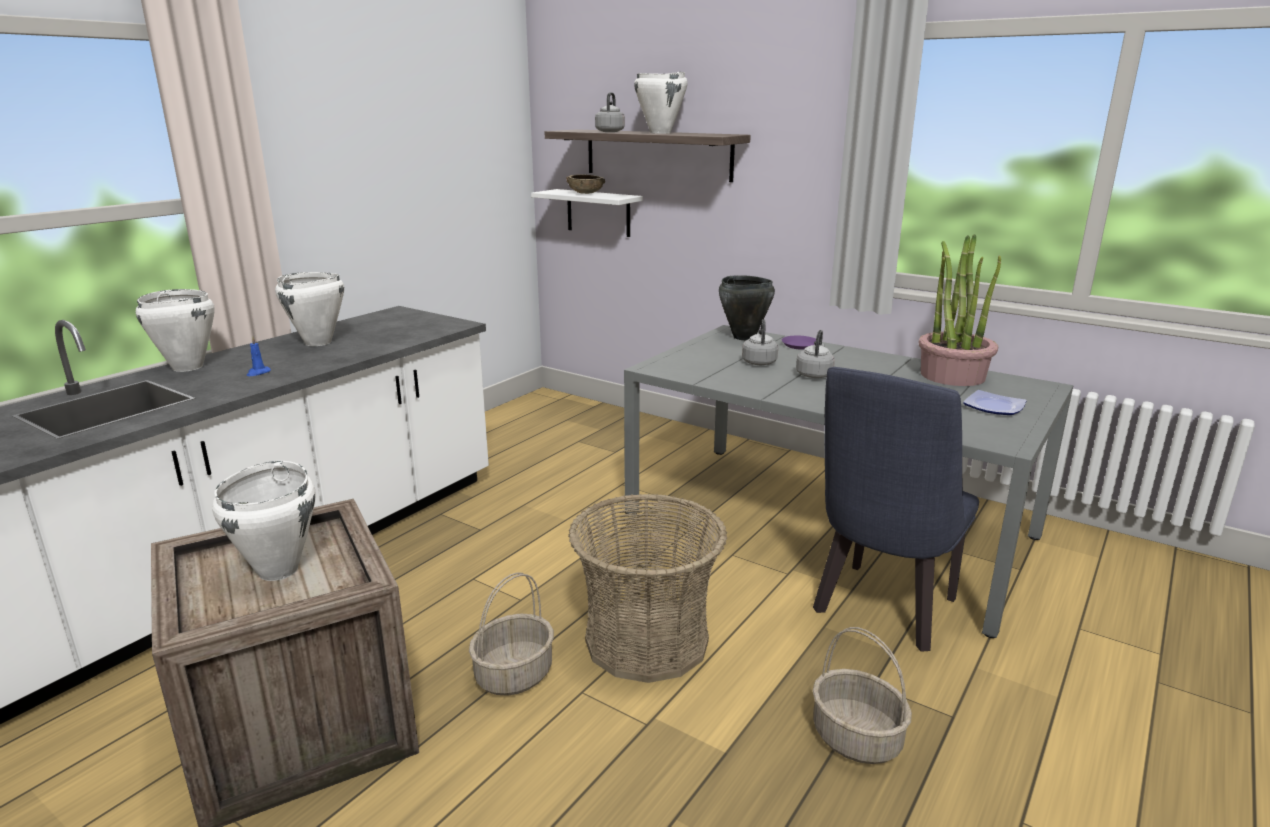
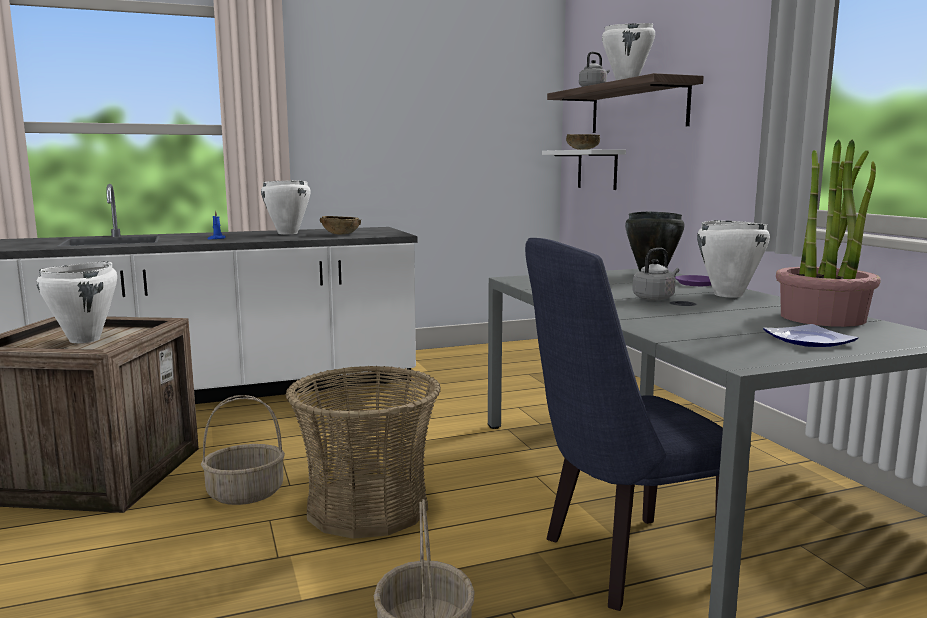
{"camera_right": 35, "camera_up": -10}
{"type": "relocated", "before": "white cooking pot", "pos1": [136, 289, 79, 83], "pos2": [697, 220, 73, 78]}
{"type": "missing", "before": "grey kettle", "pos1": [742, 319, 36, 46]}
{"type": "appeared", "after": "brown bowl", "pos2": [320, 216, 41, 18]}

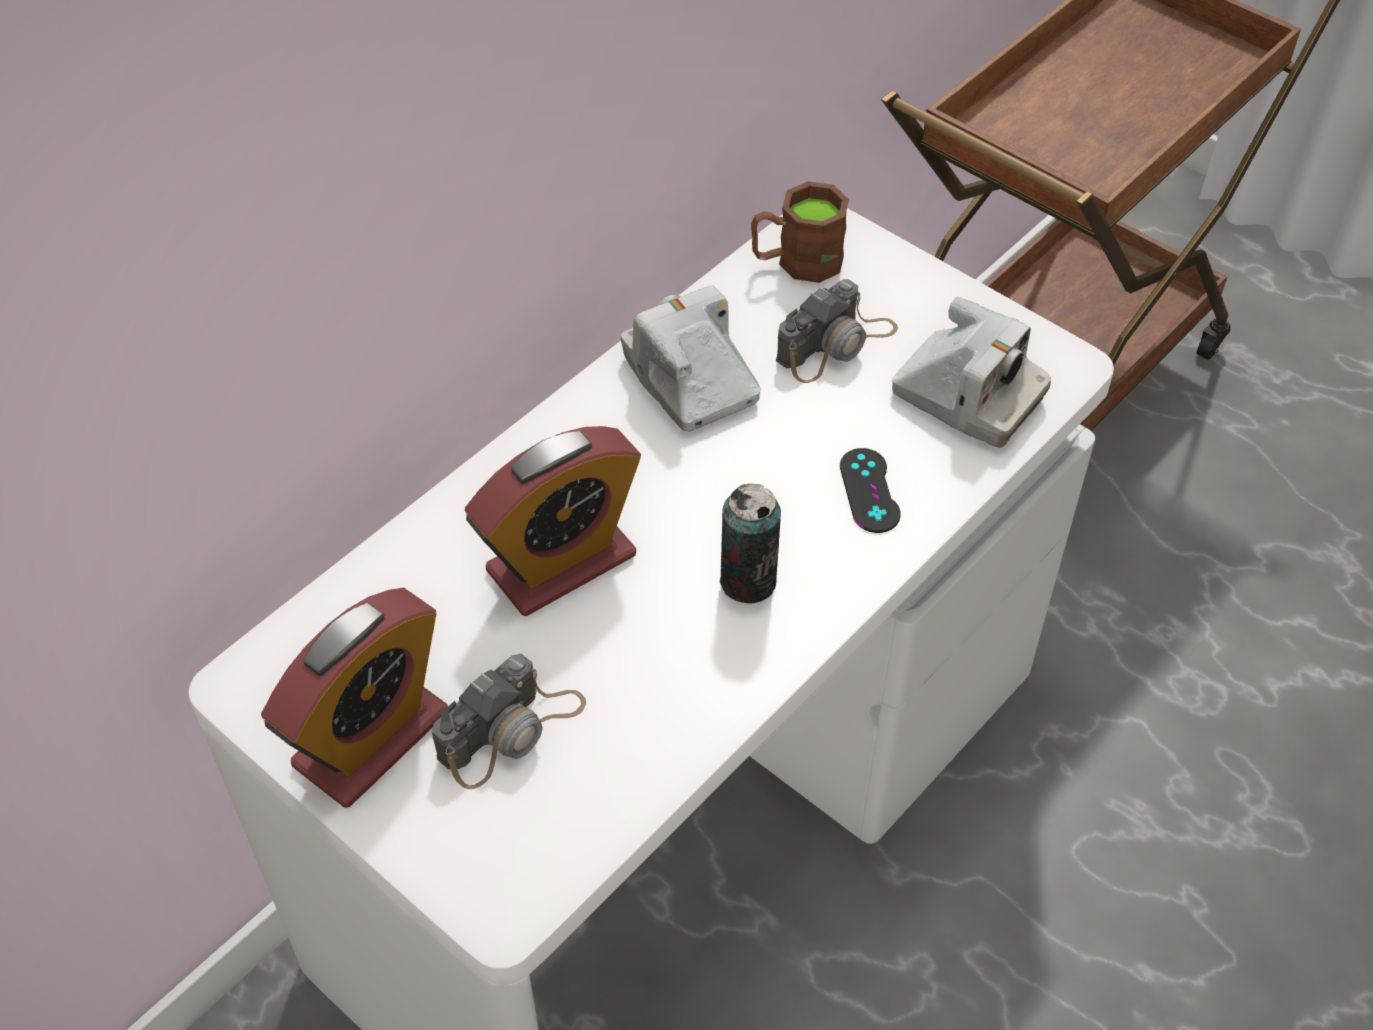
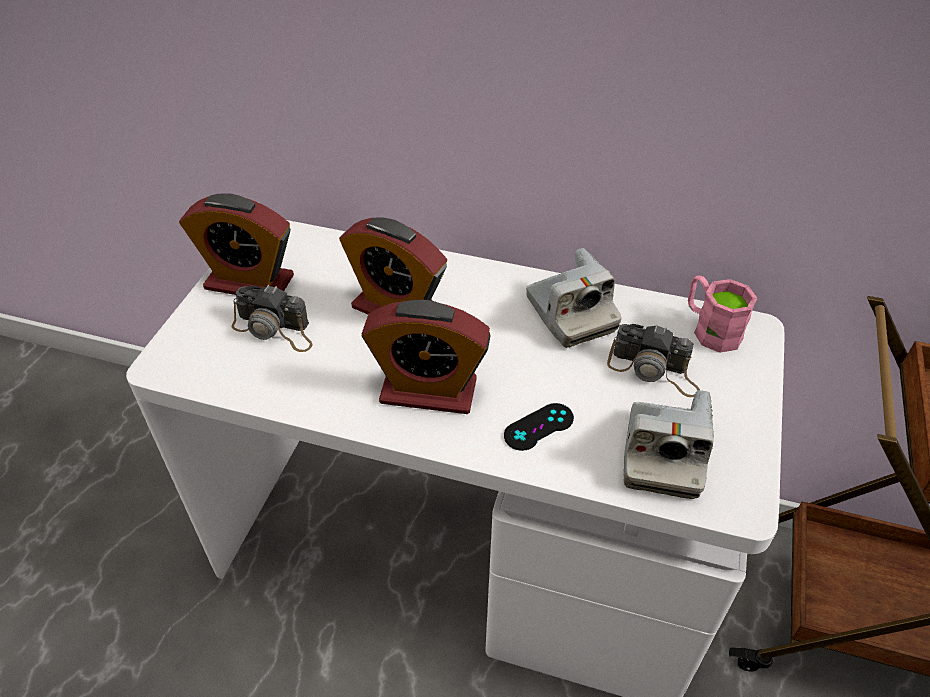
{"camera_right": 65, "camera_up": -5}
{"type": "spun", "before": "photo camera", "pos1": [621, 286, 140, 146], "pos2": [526, 248, 95, 100], "turn": 120}
{"type": "exchanged", "before": "can", "after": "alarm clock", "pos1": [720, 483, 61, 120], "pos2": [361, 300, 130, 114]}
{"type": "colour", "before": "brown mug", "after": "pink mug", "pos1": [751, 181, 98, 102], "pos2": [688, 275, 70, 78]}

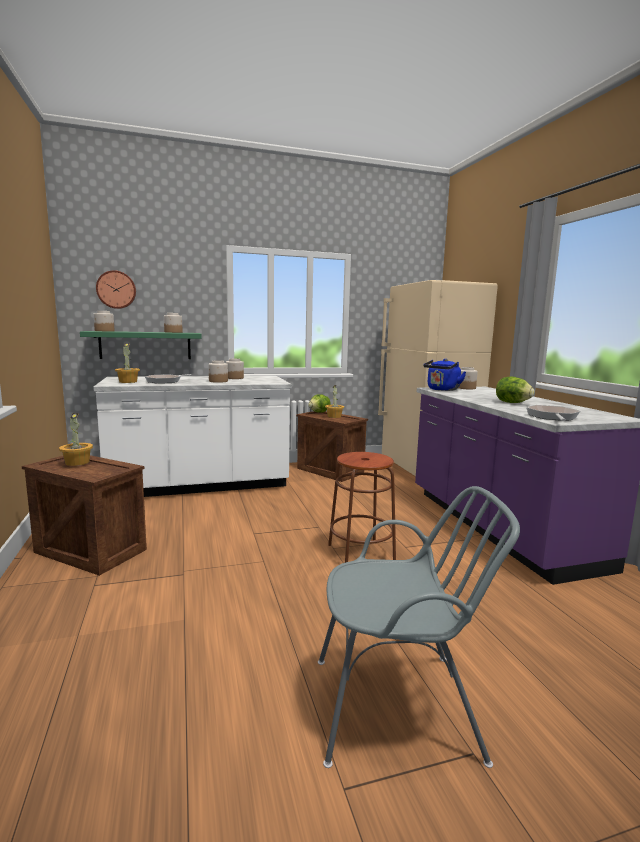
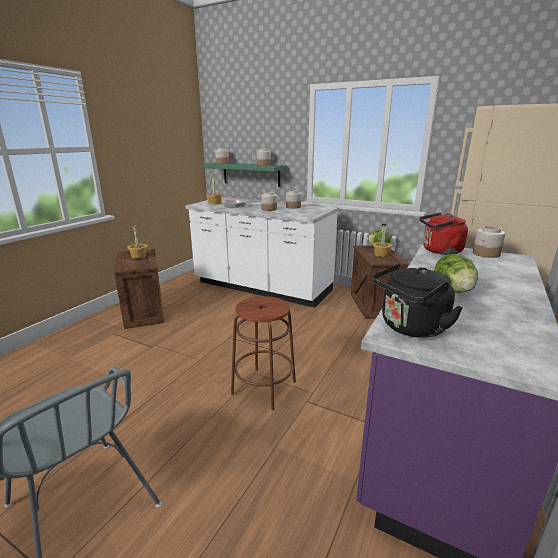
{"camera_right": 45, "camera_up": 10}
{"type": "missing", "before": "wall clock", "pos1": [96, 270, 40, 39]}
{"type": "colour", "before": "blue kettle", "after": "red kettle", "pos1": [423, 359, 43, 32], "pos2": [419, 213, 49, 42]}
{"type": "exchanged", "before": "frying pan", "after": "black kettle", "pos1": [526, 405, 54, 16], "pos2": [373, 264, 90, 74]}

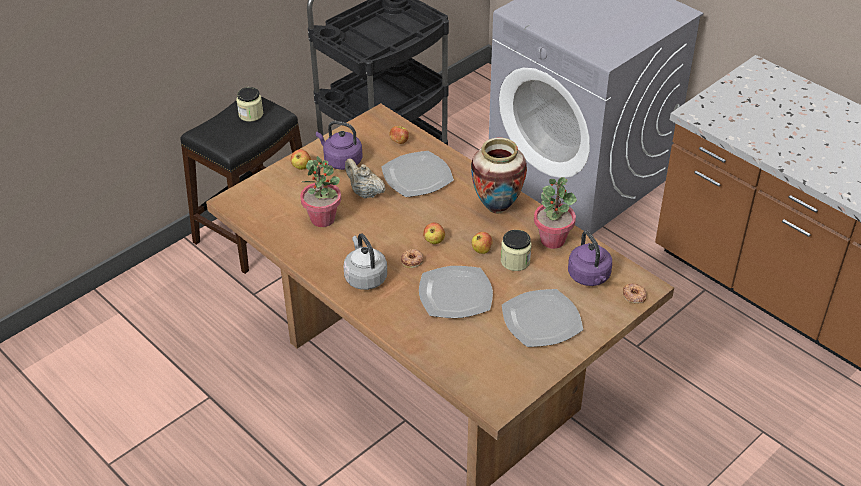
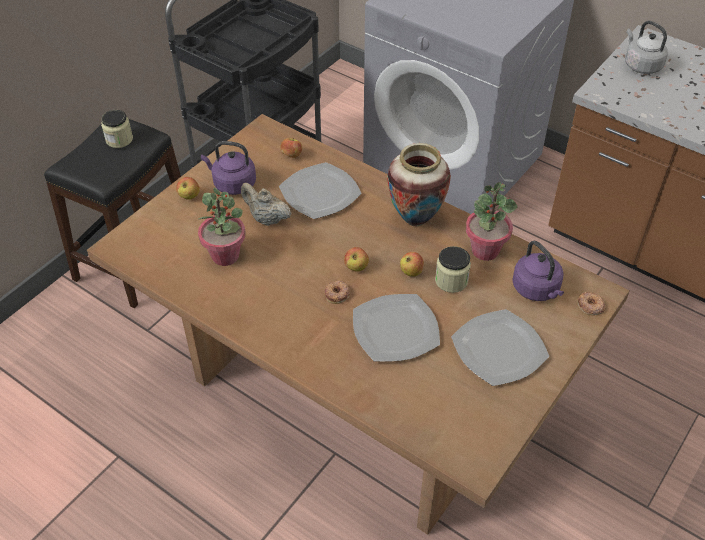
{"camera_right": -10, "camera_up": 5}
{"type": "relocated", "before": "grey kettle", "pos1": [343, 234, 44, 56], "pos2": [625, 21, 43, 53]}

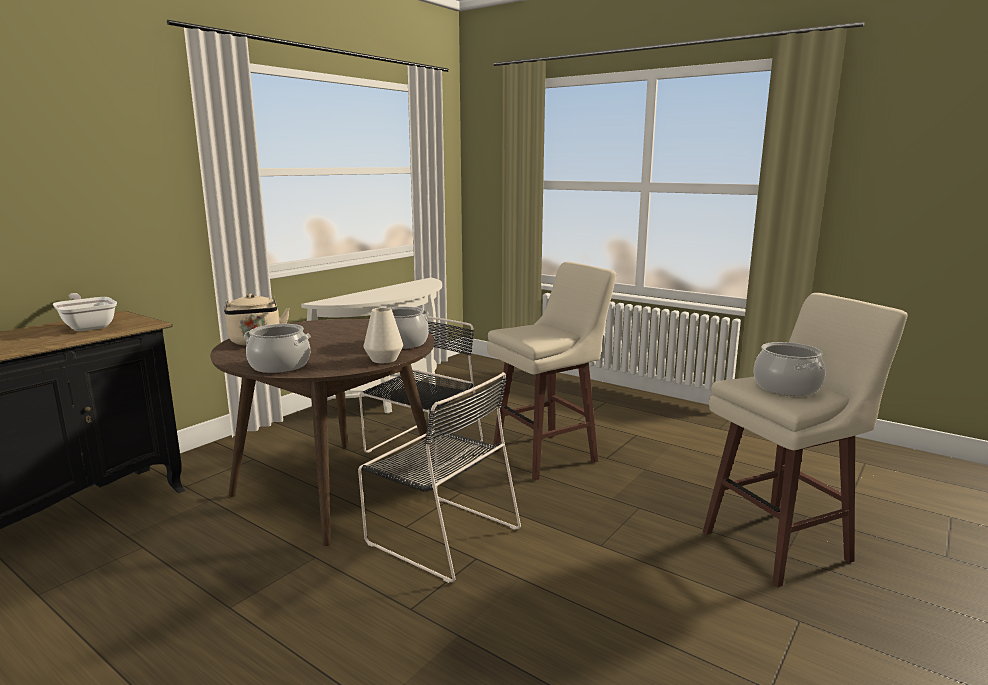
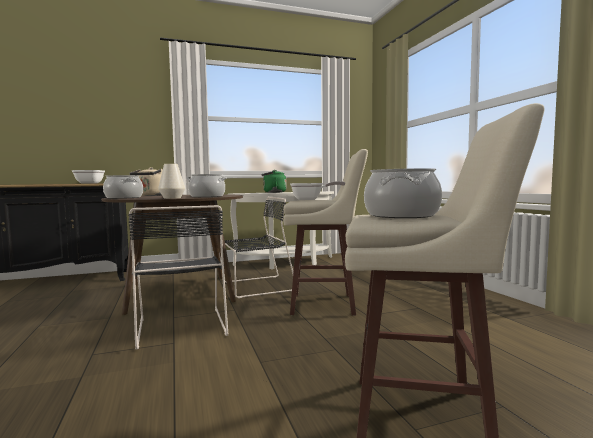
{"camera_right": 35, "camera_up": -10}
{"type": "appeared", "after": "green kettle", "pos2": [261, 170, 26, 23]}
{"type": "appeared", "after": "frying pan", "pos2": [290, 181, 55, 19]}

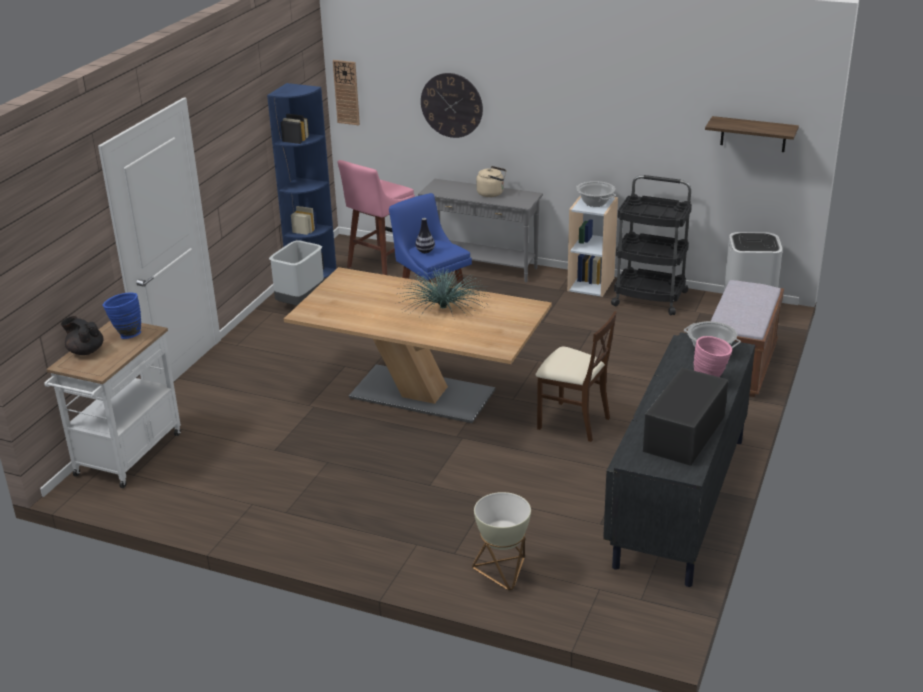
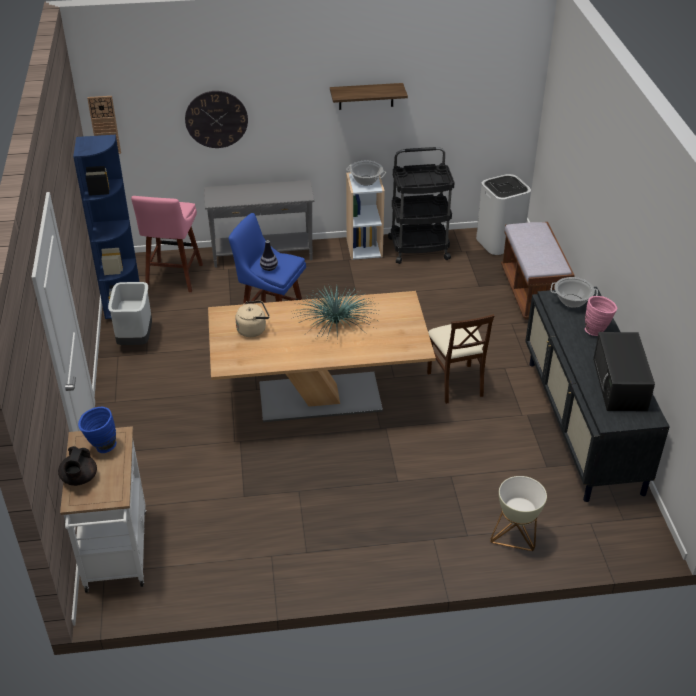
{"camera_right": -30, "camera_up": 10}
{"type": "spun", "before": "black teapot", "pos1": [61, 316, 42, 39], "pos2": [58, 446, 39, 40], "turn": -90}
{"type": "relocated", "before": "beige kettle", "pos1": [476, 166, 31, 31], "pos2": [235, 301, 35, 36]}
{"type": "spun", "before": "beige chair", "pos1": [536, 311, 81, 131], "pos2": [427, 314, 67, 90], "turn": 75}
{"type": "relocated", "before": "shelf", "pos1": [705, 116, 94, 36], "pos2": [330, 83, 78, 27]}

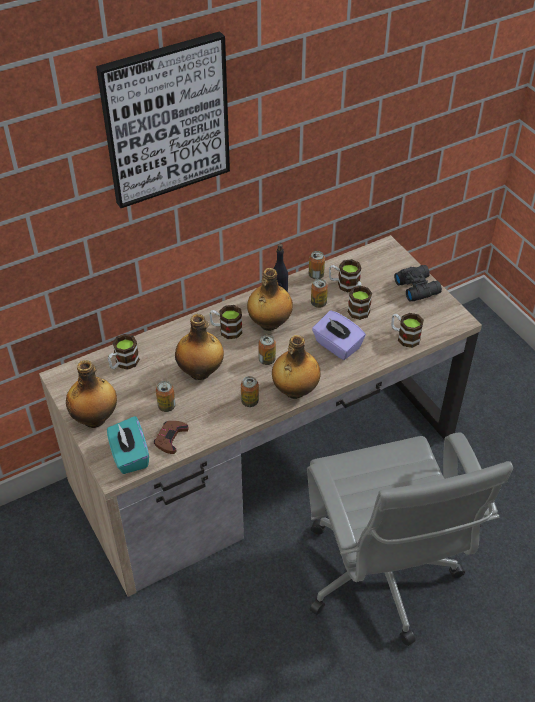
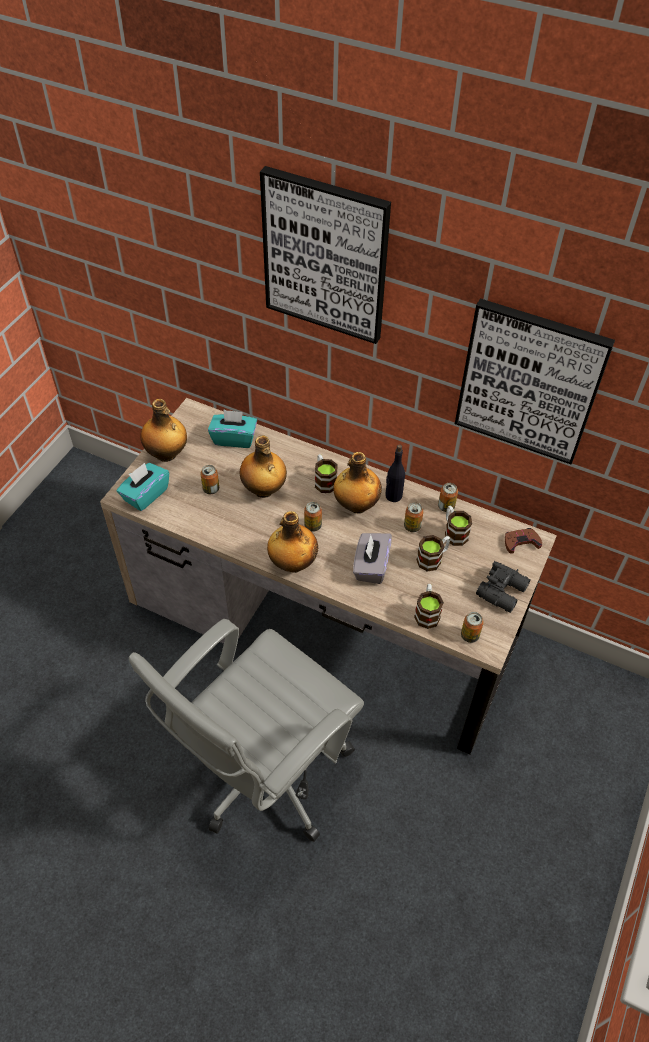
{"camera_right": 55, "camera_up": 5}
{"type": "exchanged", "before": "mug", "after": "turquoise tissue box", "pos1": [108, 334, 32, 36], "pos2": [208, 409, 49, 39]}
{"type": "relocated", "before": "brown game controller", "pos1": [154, 421, 35, 33], "pos2": [505, 528, 37, 26]}
{"type": "relocated", "before": "can", "pos1": [241, 376, 18, 31], "pos2": [461, 612, 23, 31]}
{"type": "colour", "before": "purple tissue box", "after": "grey tissue box", "pos1": [312, 310, 54, 50], "pos2": [353, 533, 39, 51]}
{"type": "appeared", "after": "picture", "pos2": [455, 298, 160, 166]}

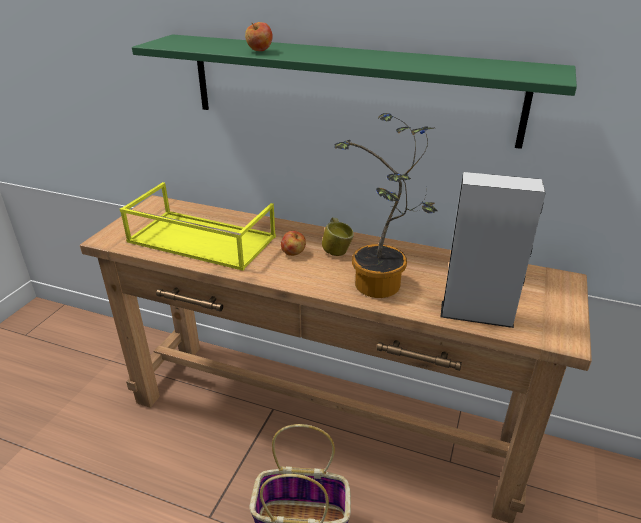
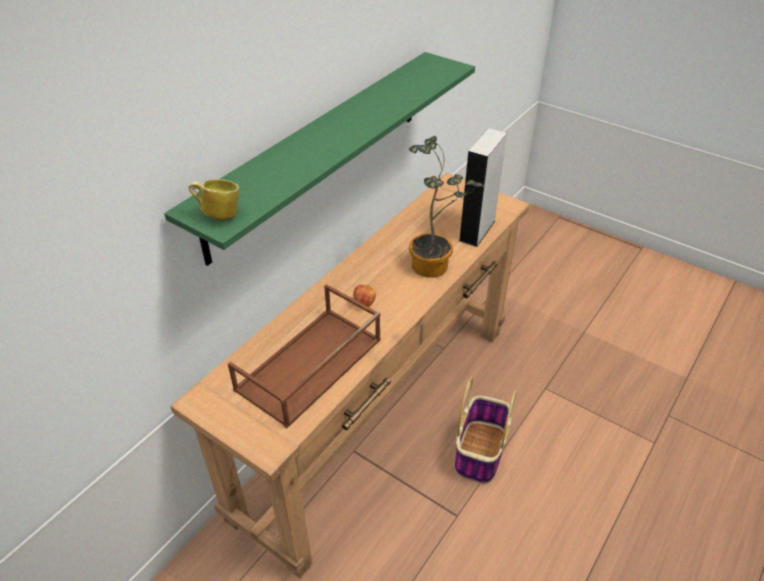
{"camera_right": -75, "camera_up": 10}
{"type": "colour", "before": "yellow tray", "after": "brown tray", "pos1": [120, 182, 156, 89], "pos2": [228, 284, 153, 144]}
{"type": "missing", "before": "apple", "pos1": [245, 22, 28, 29]}
{"type": "relocated", "before": "mug", "pos1": [322, 218, 32, 38], "pos2": [188, 179, 51, 42]}

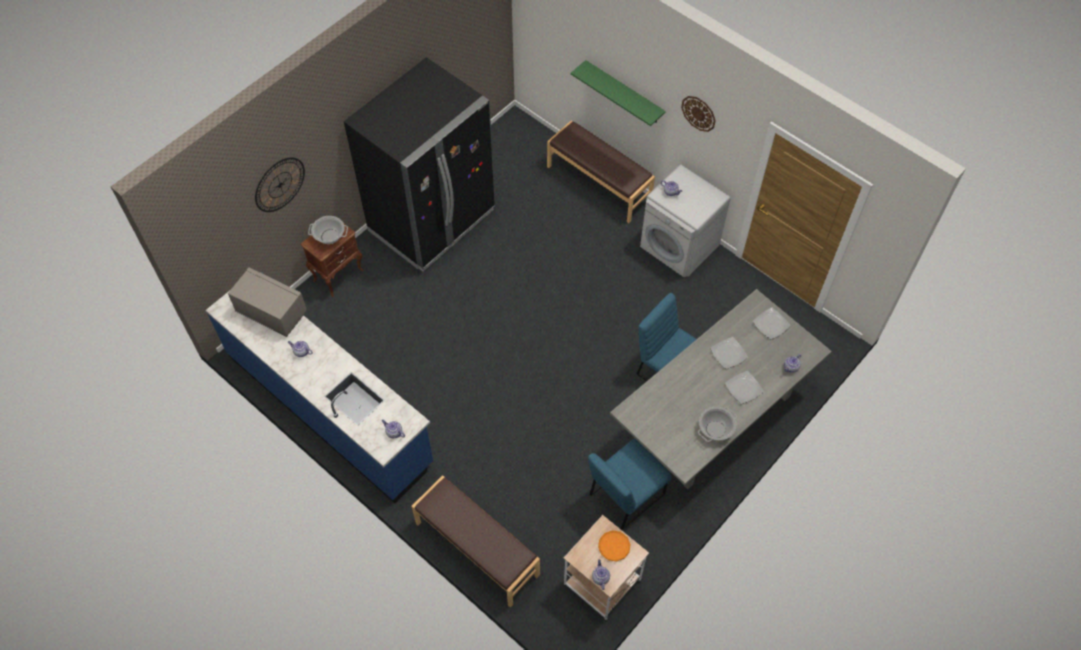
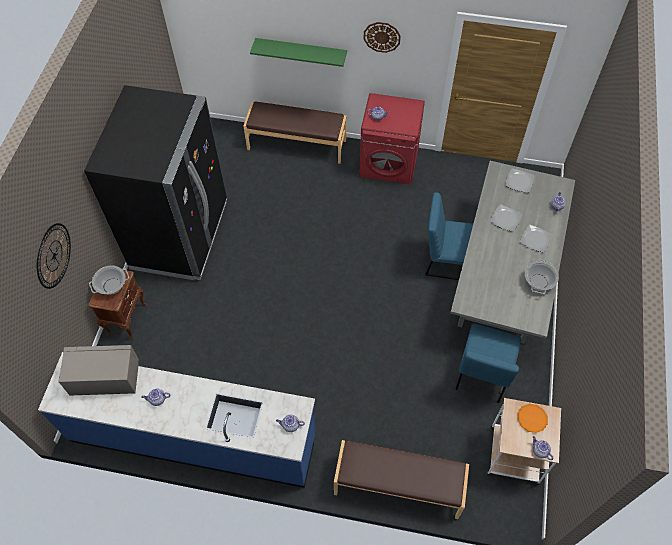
{"camera_right": -30, "camera_up": 0}
{"type": "colour", "before": "white washing machine", "after": "red washing machine", "pos1": [640, 164, 91, 113], "pos2": [359, 93, 66, 91]}

